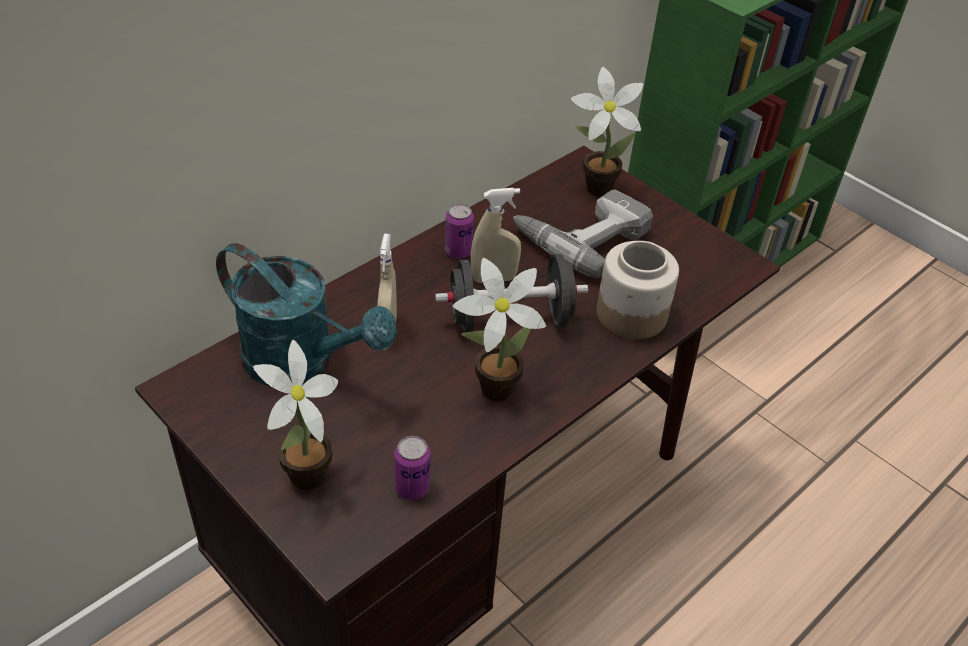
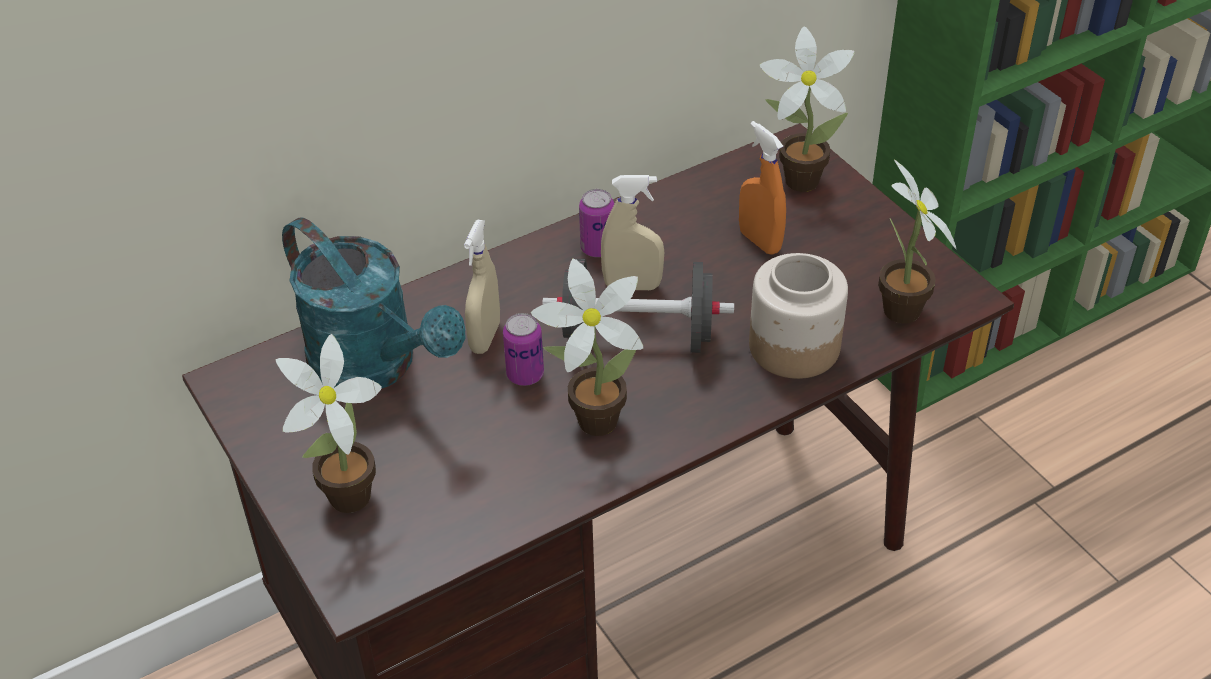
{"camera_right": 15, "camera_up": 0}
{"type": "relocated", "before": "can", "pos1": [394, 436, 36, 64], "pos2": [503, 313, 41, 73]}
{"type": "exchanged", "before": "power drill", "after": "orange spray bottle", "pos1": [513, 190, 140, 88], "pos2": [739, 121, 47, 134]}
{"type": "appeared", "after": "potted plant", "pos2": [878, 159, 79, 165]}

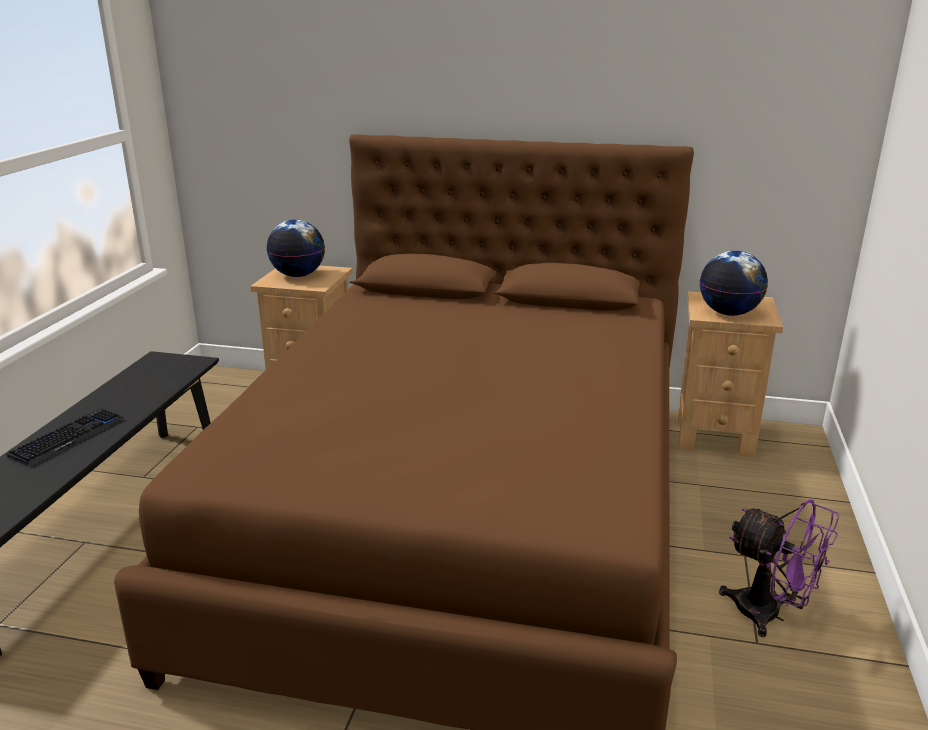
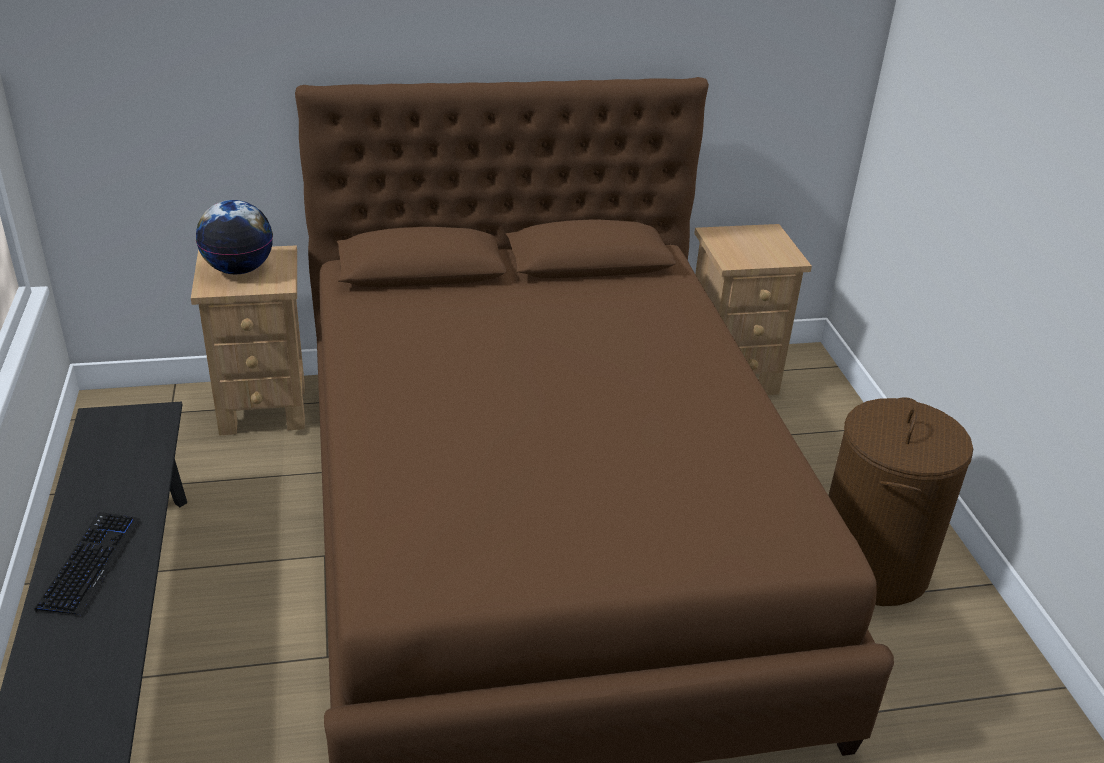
{"camera_right": -25, "camera_up": 10}
{"type": "missing", "before": "globe", "pos1": [700, 251, 68, 65]}
{"type": "exchanged", "before": "purple fan", "after": "brown laundry basket", "pos1": [719, 499, 120, 138], "pos2": [828, 397, 145, 209]}

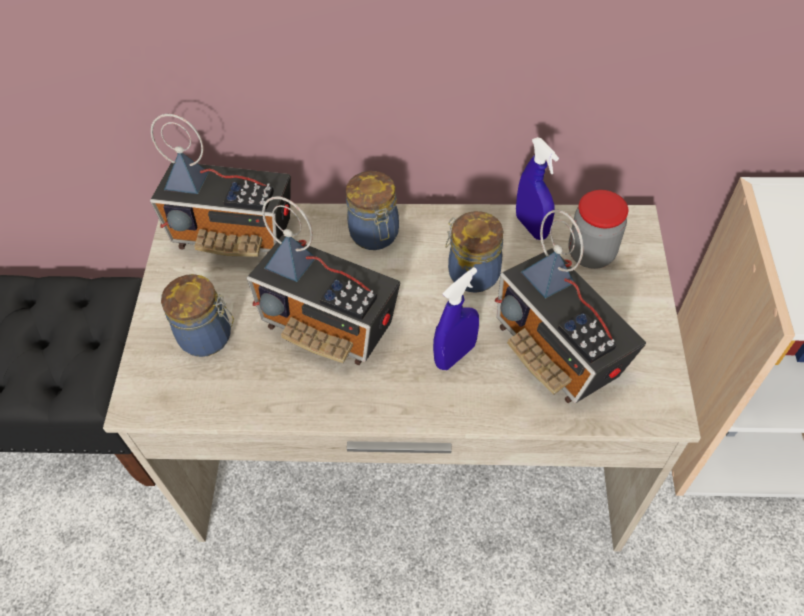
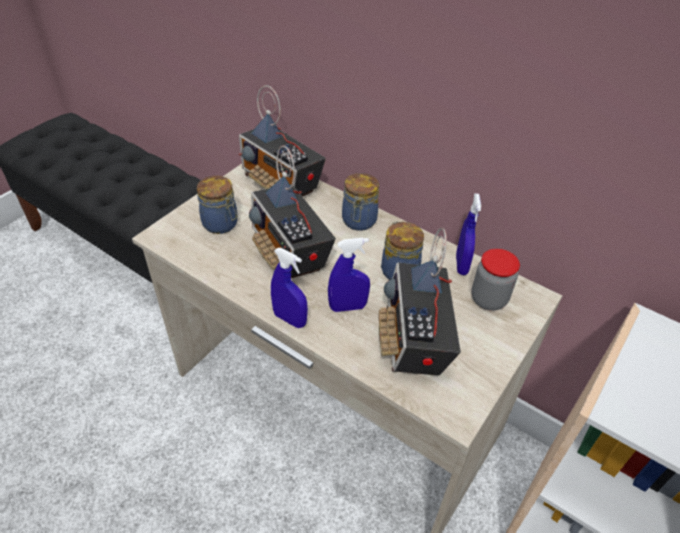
{"camera_right": 30, "camera_up": -10}
{"type": "appeared", "after": "blue spray bottle", "pos2": [271, 248, 37, 80]}

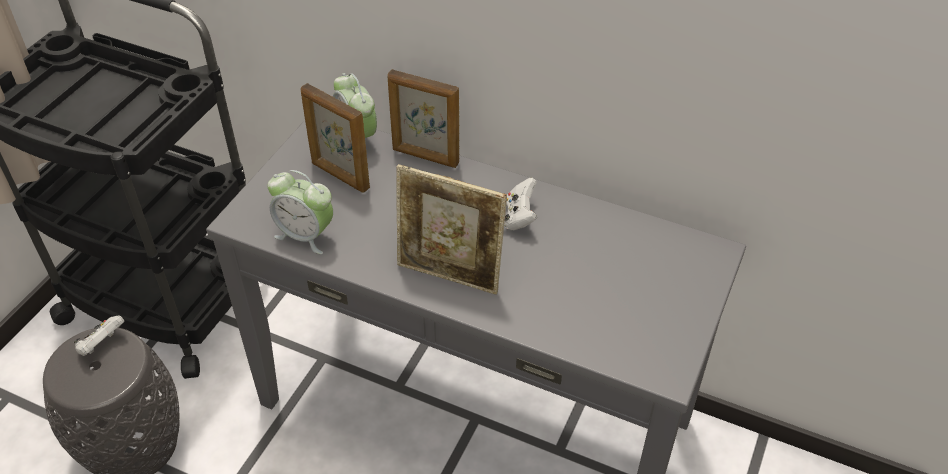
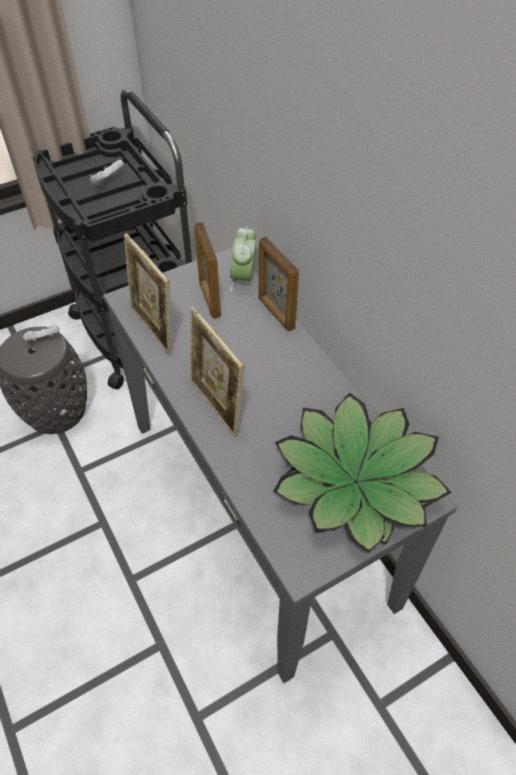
{"camera_right": 35, "camera_up": 5}
{"type": "exchanged", "before": "alarm clock", "after": "picture frame", "pos1": [267, 170, 66, 84], "pos2": [124, 233, 48, 122]}
{"type": "relocated", "before": "white game controller", "pos1": [505, 178, 32, 52], "pos2": [89, 160, 35, 27]}
{"type": "appeared", "after": "potted plant", "pos2": [273, 392, 179, 161]}

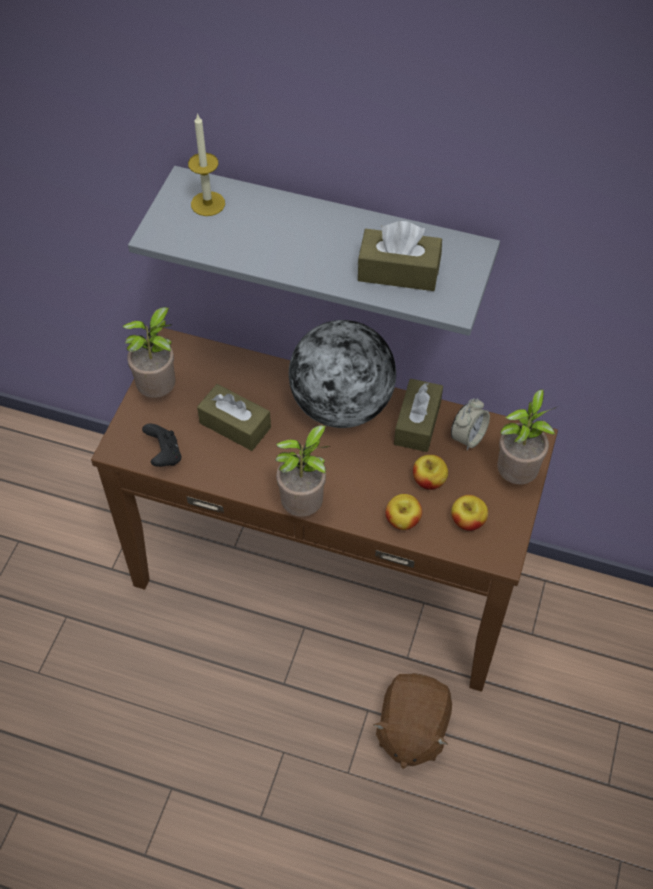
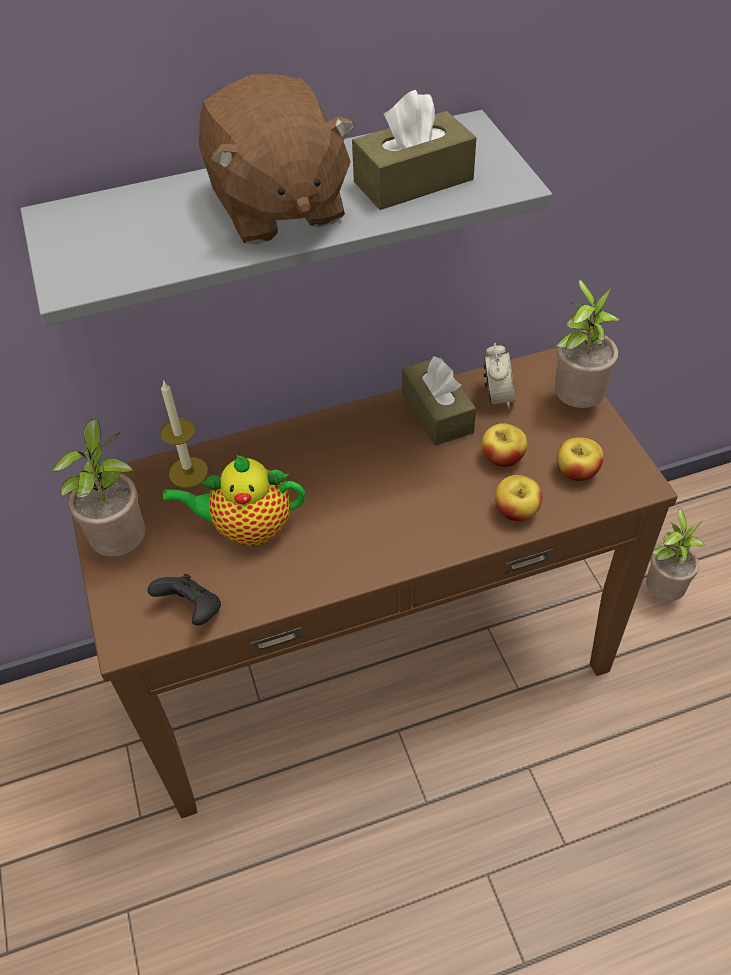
{"camera_right": -35, "camera_up": -5}
{"type": "relocated", "before": "candle", "pos1": [188, 113, 37, 103], "pos2": [160, 380, 48, 107]}
{"type": "exchanged", "before": "brown tissue box", "after": "teapot", "pos1": [197, 384, 74, 67], "pos2": [163, 455, 142, 91]}
{"type": "relocated", "before": "potted plant", "pos1": [275, 425, 55, 92], "pos2": [646, 508, 59, 93]}
{"type": "missing", "before": "globe", "pos1": [289, 320, 107, 108]}
{"type": "relocated", "before": "brown plush toy", "pos1": [373, 673, 79, 96], "pos2": [199, 74, 156, 170]}

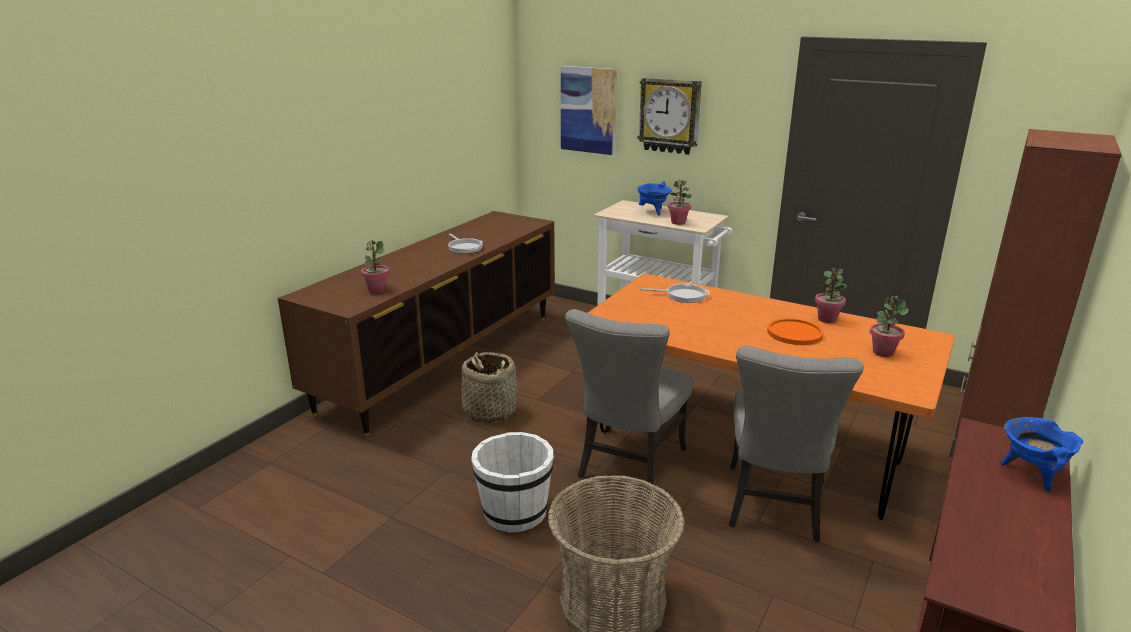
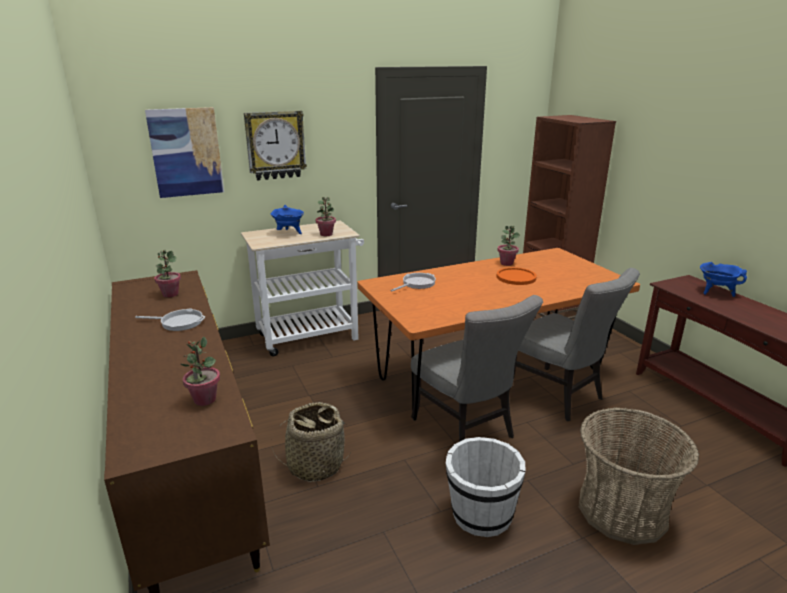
{"camera_right": -55, "camera_up": 0}
{"type": "relocated", "before": "potted plant", "pos1": [870, 296, 39, 61], "pos2": [154, 250, 27, 48]}

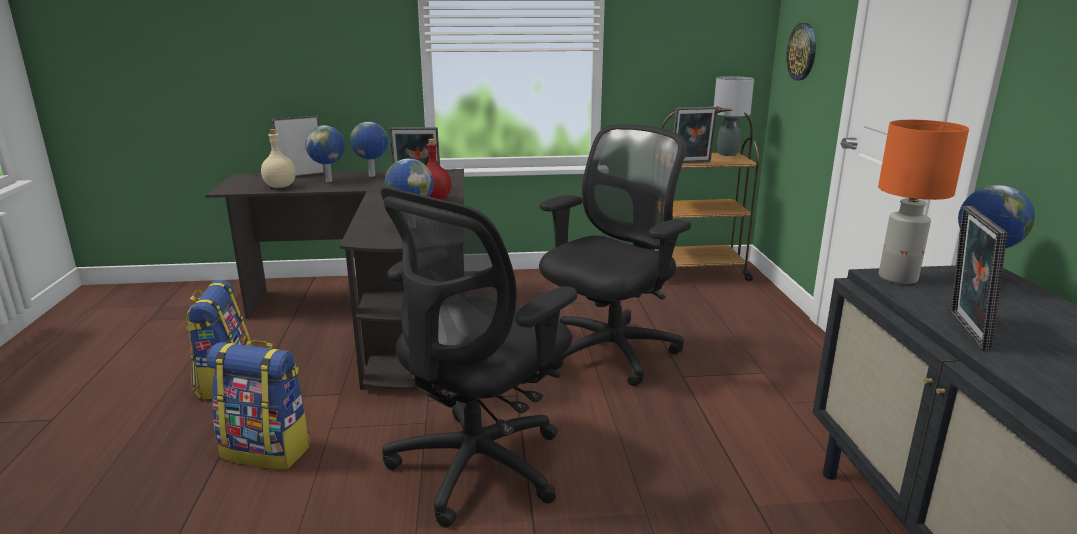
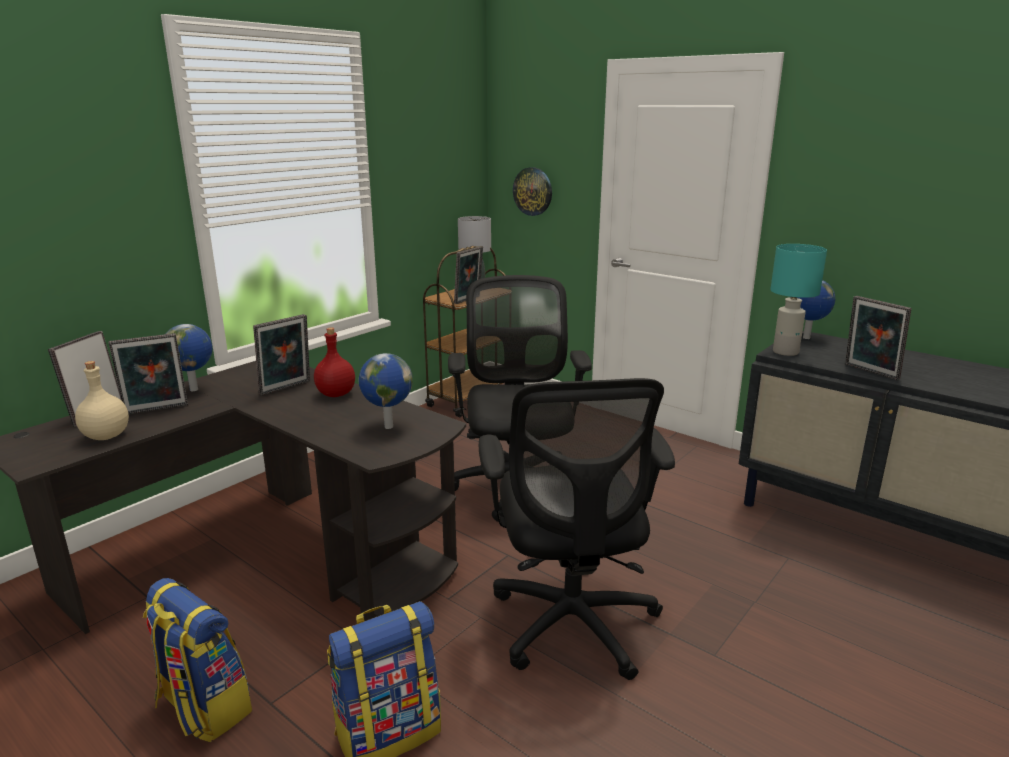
{"camera_right": -45, "camera_up": 0}
{"type": "exchanged", "before": "globe", "after": "picture frame", "pos1": [305, 125, 40, 57], "pos2": [109, 333, 79, 81]}
{"type": "colour", "before": "orange table lamp", "after": "turquoise table lamp", "pos1": [878, 120, 91, 164], "pos2": [770, 244, 57, 112]}

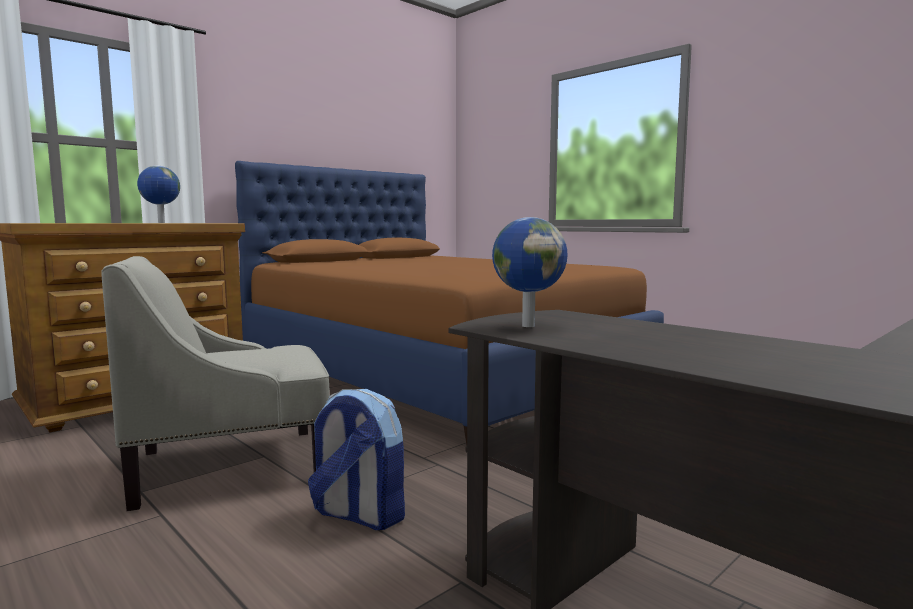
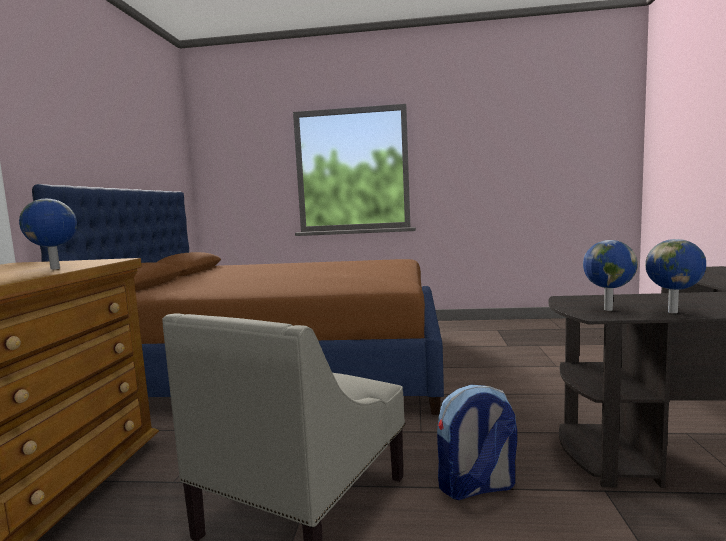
{"camera_right": -40, "camera_up": 0}
{"type": "appeared", "after": "globe", "pos2": [645, 239, 61, 74]}

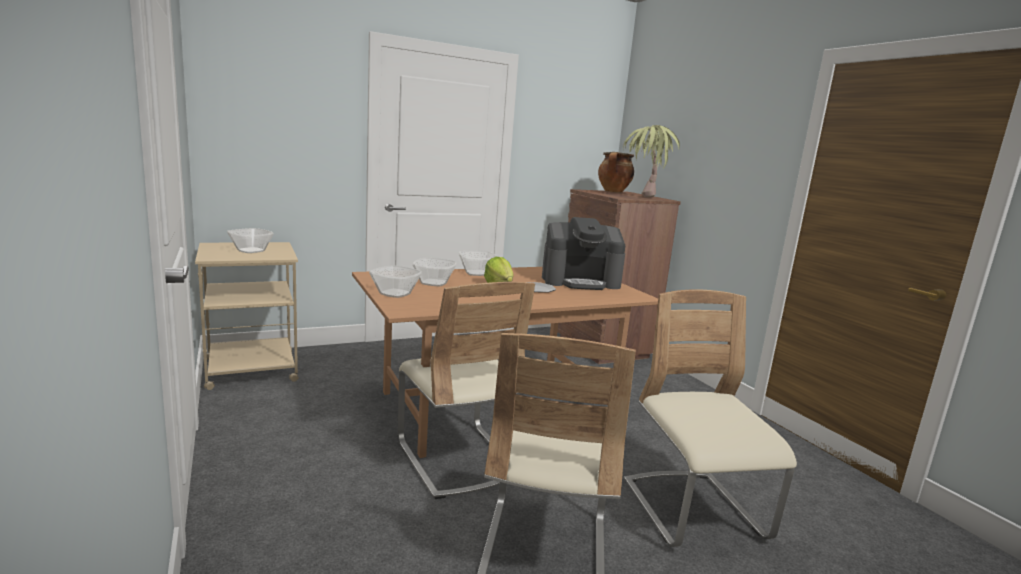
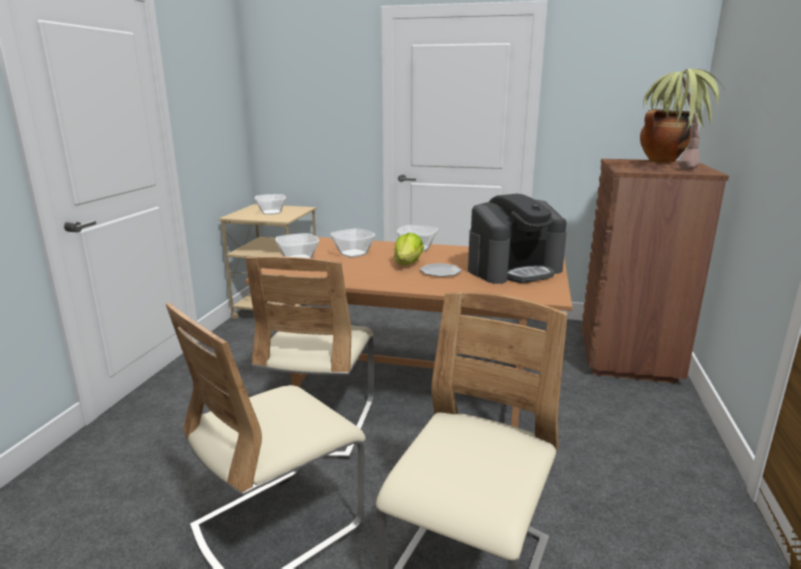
{"camera_right": 40, "camera_up": 5}
{"type": "spun", "before": "coffee machine", "pos1": [542, 217, 83, 73], "pos2": [468, 194, 99, 90], "turn": -60}

